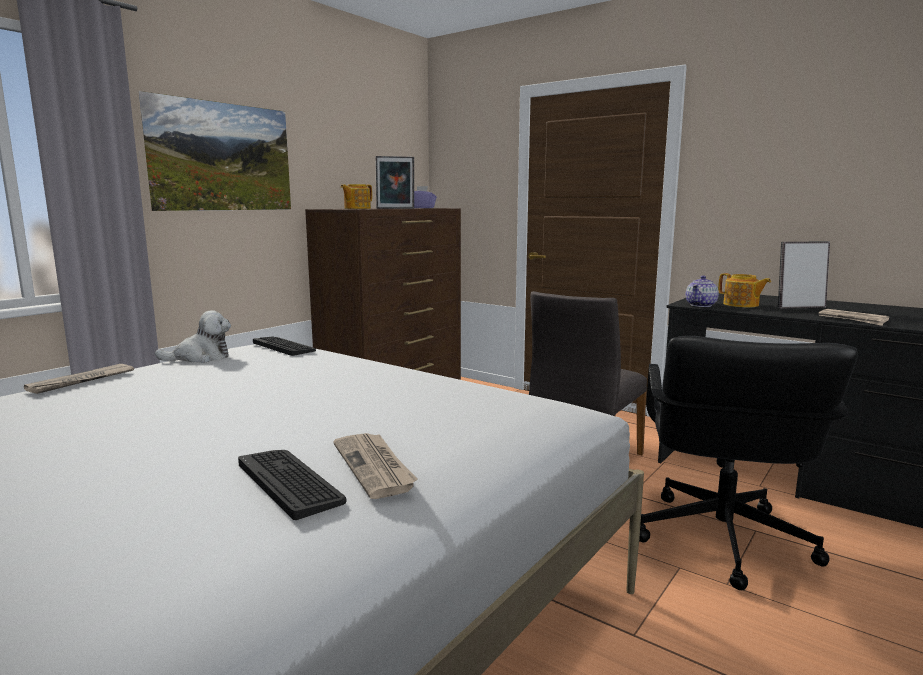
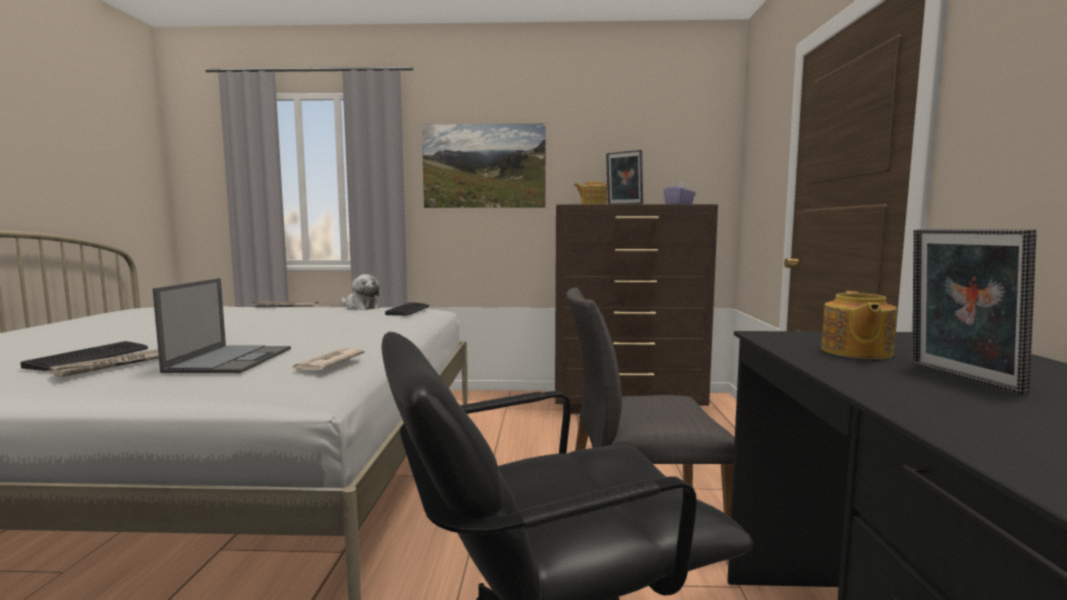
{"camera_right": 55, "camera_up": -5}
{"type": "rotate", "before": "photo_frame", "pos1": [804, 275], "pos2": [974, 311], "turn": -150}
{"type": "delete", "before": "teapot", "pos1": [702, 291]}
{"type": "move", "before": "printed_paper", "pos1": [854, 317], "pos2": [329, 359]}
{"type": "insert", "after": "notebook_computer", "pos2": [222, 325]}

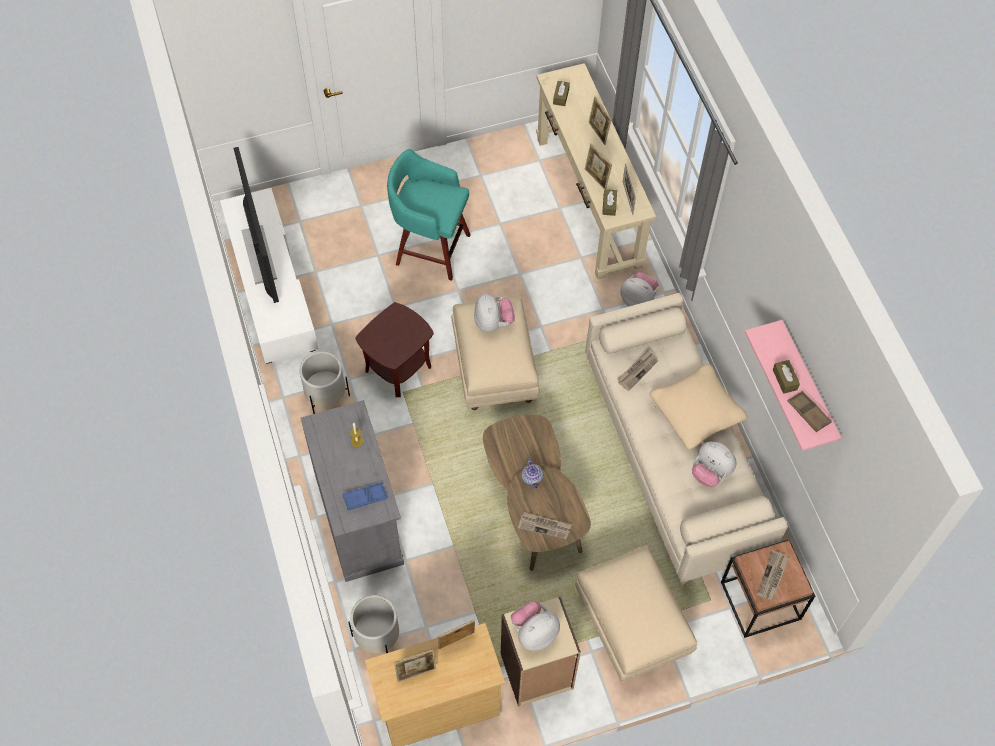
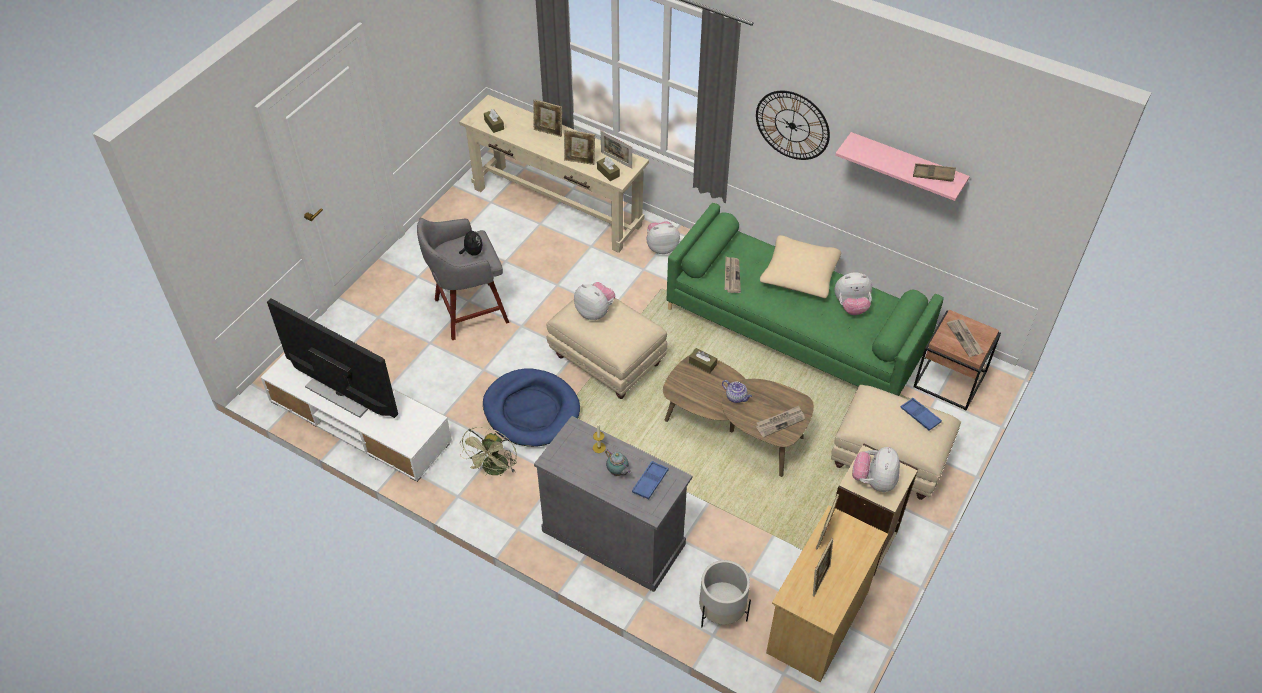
{"camera_right": -40, "camera_up": -10}
{"type": "recolor", "before": "blue-green_sitting_stool", "after": "greyish_sitting_stool", "pos1": [429, 215], "pos2": [463, 279]}
{"type": "recolor", "before": "beige-coloured_sofa", "after": "green-coloured_sofa", "pos1": [686, 440], "pos2": [805, 299]}
{"type": "replace", "before": "brown-coloured_end_table", "after": "blue-coloured_dog_cushion", "pos1": [395, 349], "pos2": [531, 408]}
{"type": "replace", "before": "whitish_flower_pot", "after": "green-coloured_cooling_fan", "pos1": [325, 382], "pos2": [488, 451]}
{"type": "move", "before": "brown-coloured_tissue_holder", "pos1": [786, 377], "pos2": [703, 360]}
{"type": "insert", "after": "wall_clock", "pos2": [793, 125]}
{"type": "insert", "after": "plush_toy", "pos2": [471, 241]}
{"type": "insert", "after": "blue-coloured_carrying_tray", "pos2": [921, 414]}
{"type": "insert", "after": "teapot", "pos2": [618, 463]}

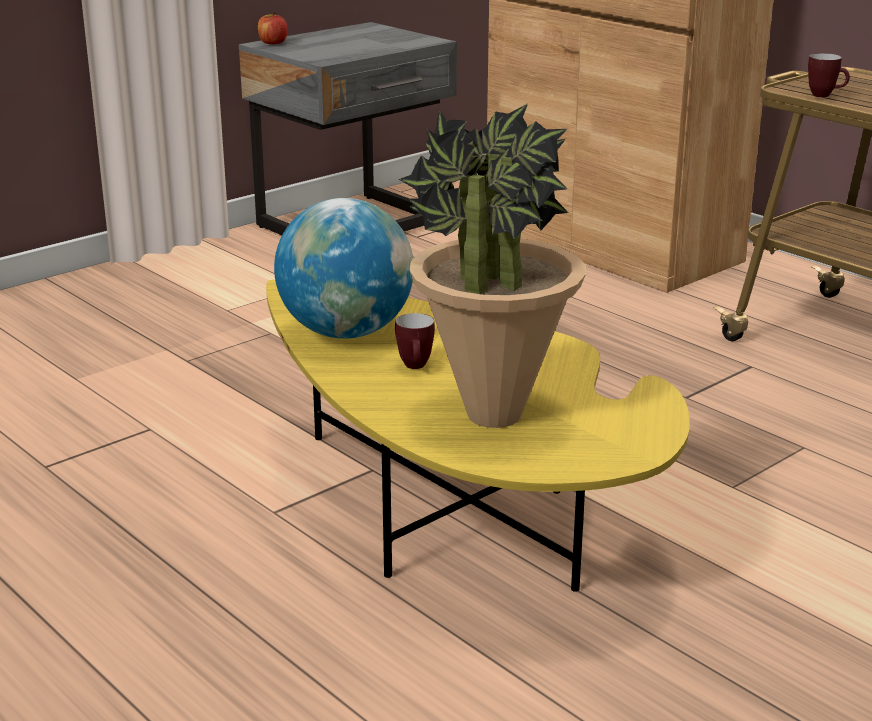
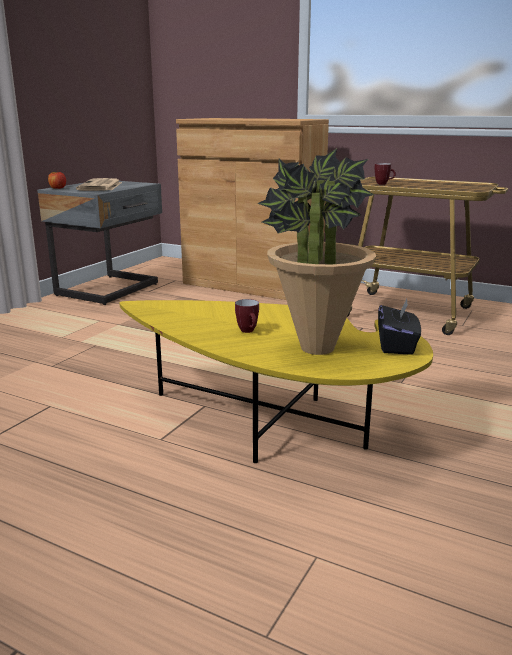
{"camera_right": -20, "camera_up": -5}
{"type": "delete", "before": "desk_globe", "pos1": [343, 268]}
{"type": "insert", "after": "printed_paper", "pos2": [99, 184]}
{"type": "insert", "after": "blackish_tissue_holder", "pos2": [399, 327]}

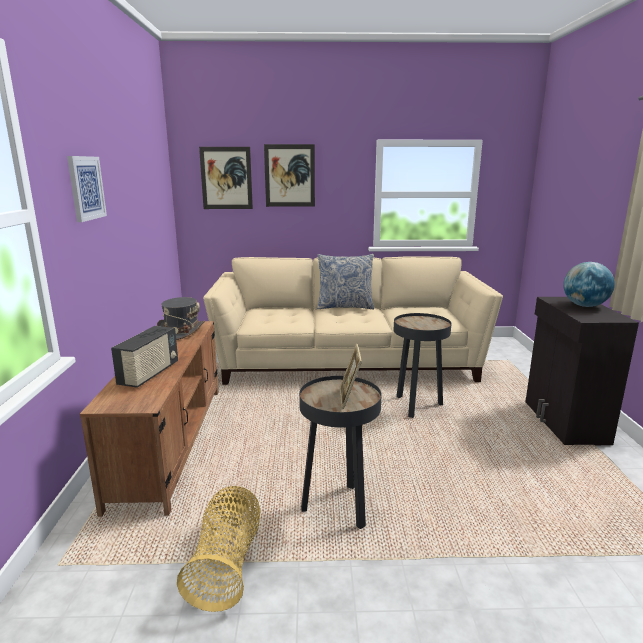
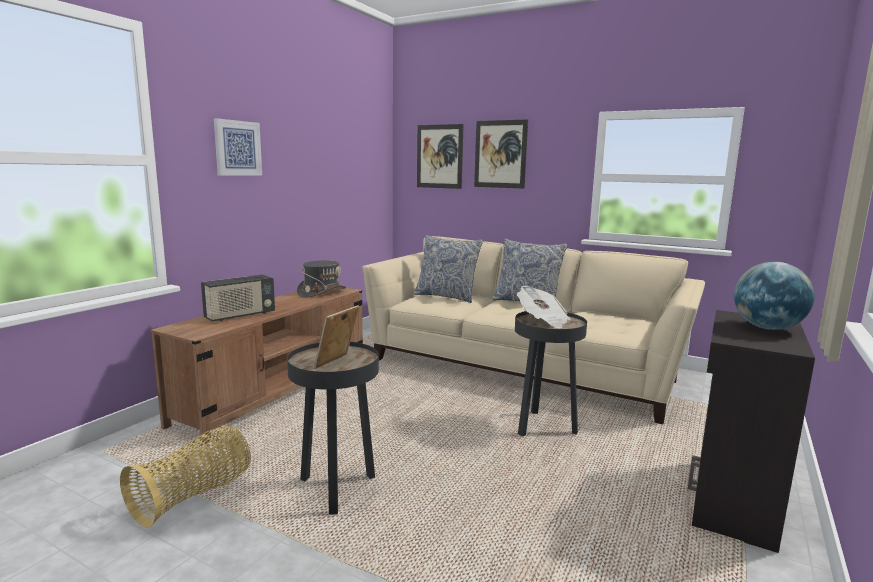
{"camera_right": 30, "camera_up": -5}
{"type": "insert", "after": "throw_pillow", "pos2": [448, 269]}
{"type": "insert", "after": "printed_paper", "pos2": [544, 307]}

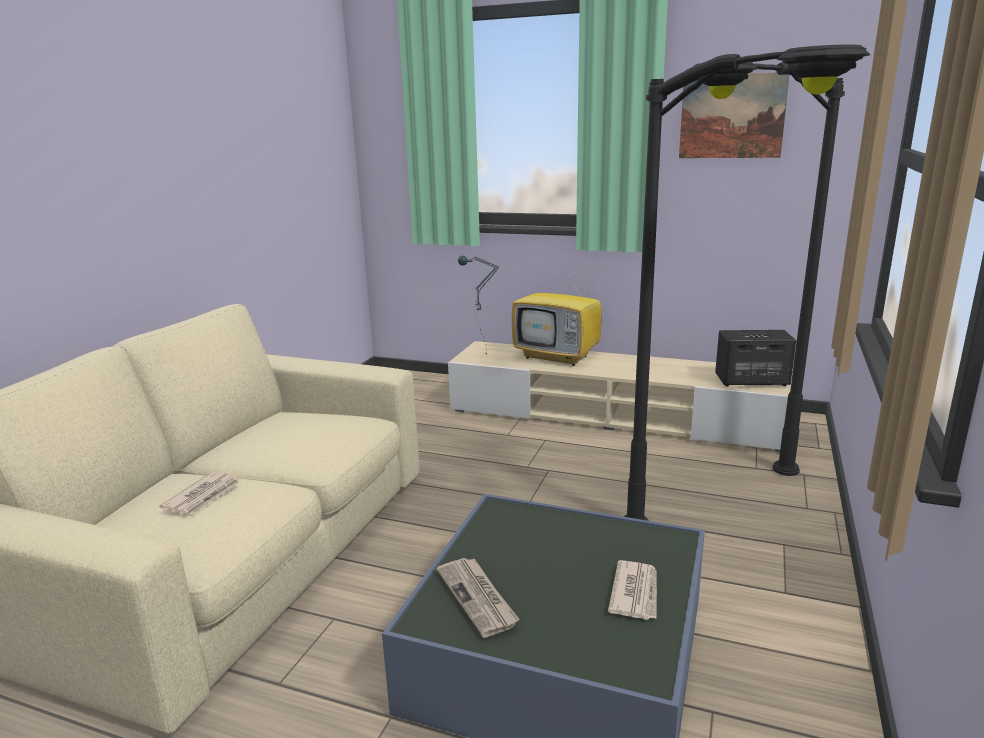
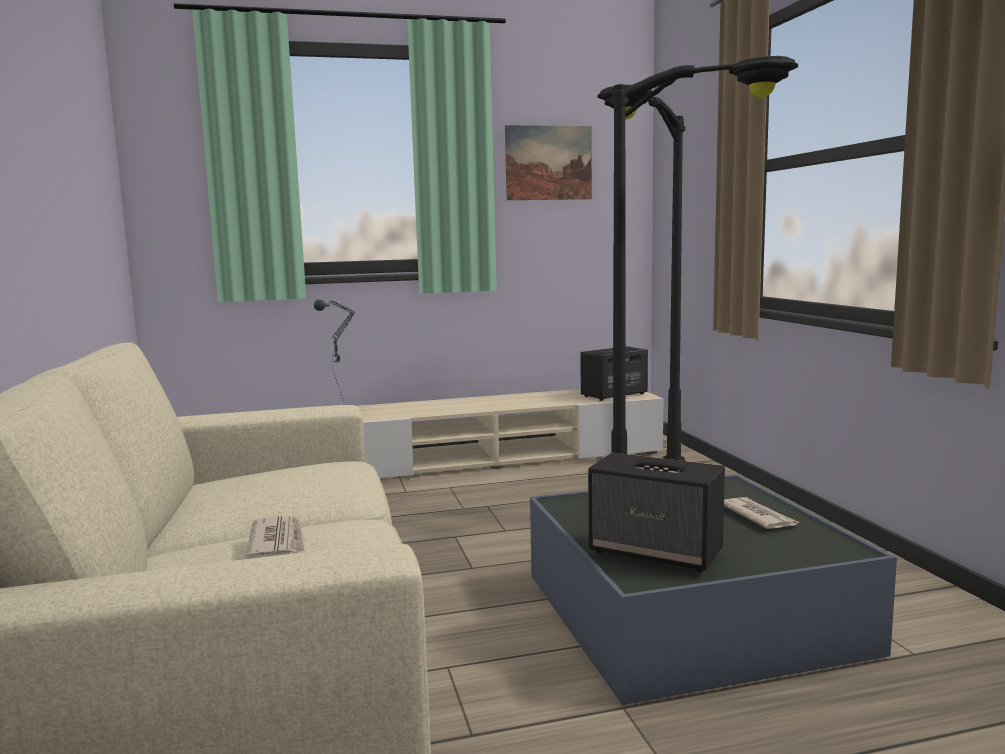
{"camera_right": -35, "camera_up": -10}
{"type": "delete", "before": "TV_set", "pos1": [556, 316]}
{"type": "replace", "before": "printed_paper", "after": "loudspeaker", "pos1": [477, 598], "pos2": [656, 512]}

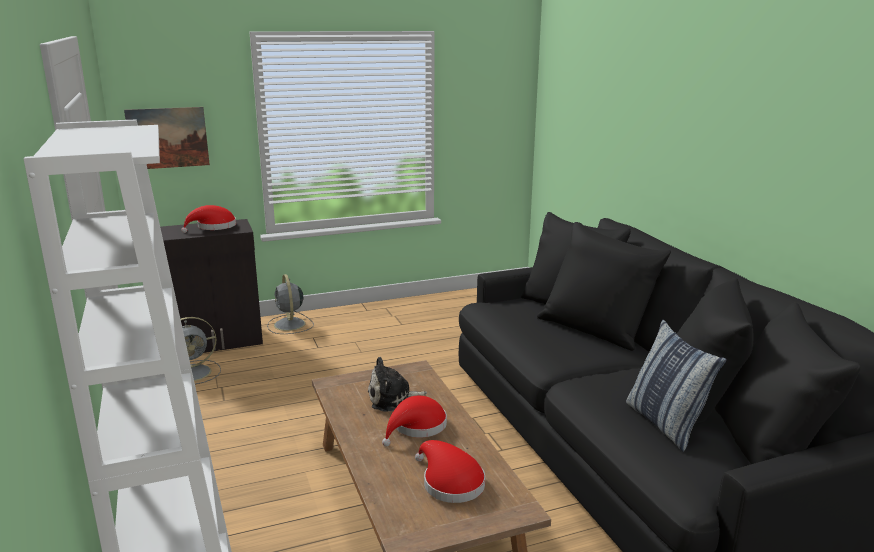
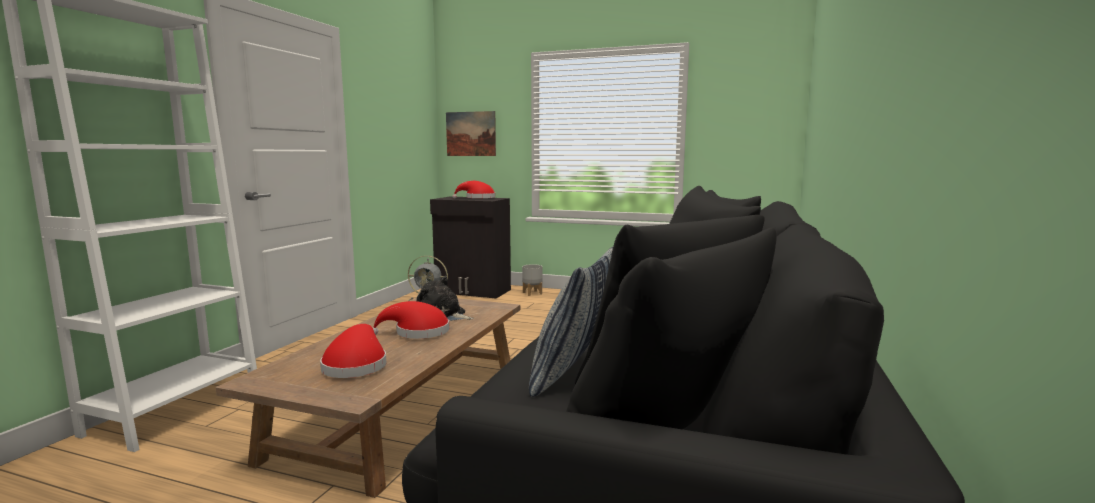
{"camera_right": 40, "camera_up": -10}
{"type": "replace", "before": "greyish_cooling_fan", "after": "greyish_flower_pot", "pos1": [290, 304], "pos2": [532, 280]}

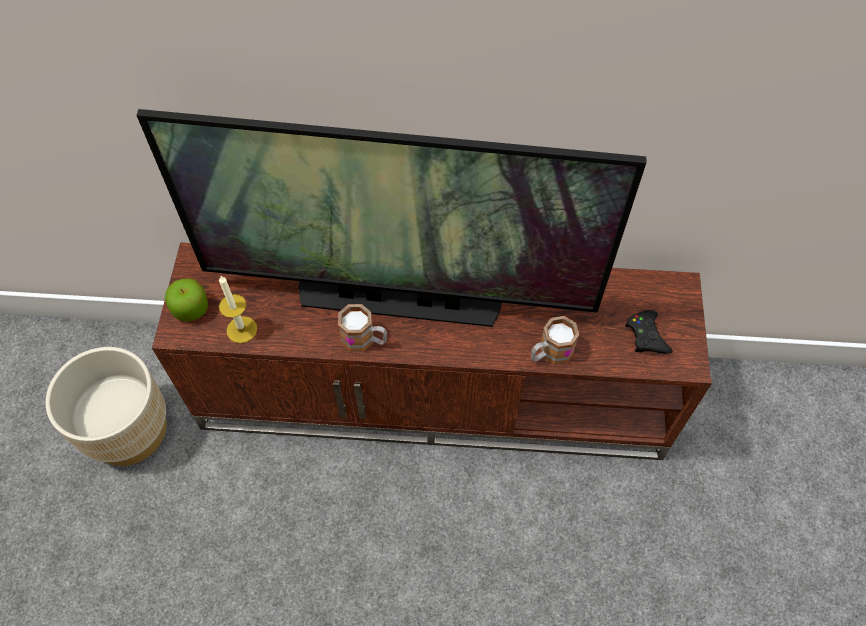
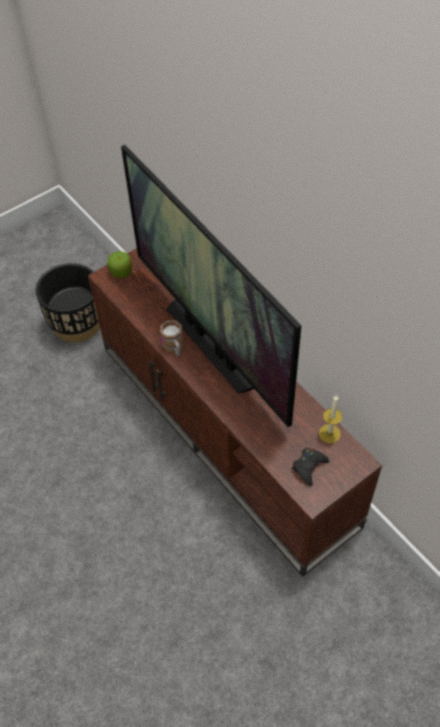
{"camera_right": 50, "camera_up": -5}
{"type": "move", "before": "wax_light", "pos1": [238, 309], "pos2": [330, 419]}
{"type": "delete", "before": "tea_mug", "pos1": [555, 340]}
{"type": "recolor", "before": "beige-coloured_flower_pot", "after": "blackish_flower_pot", "pos1": [106, 406], "pos2": [68, 303]}

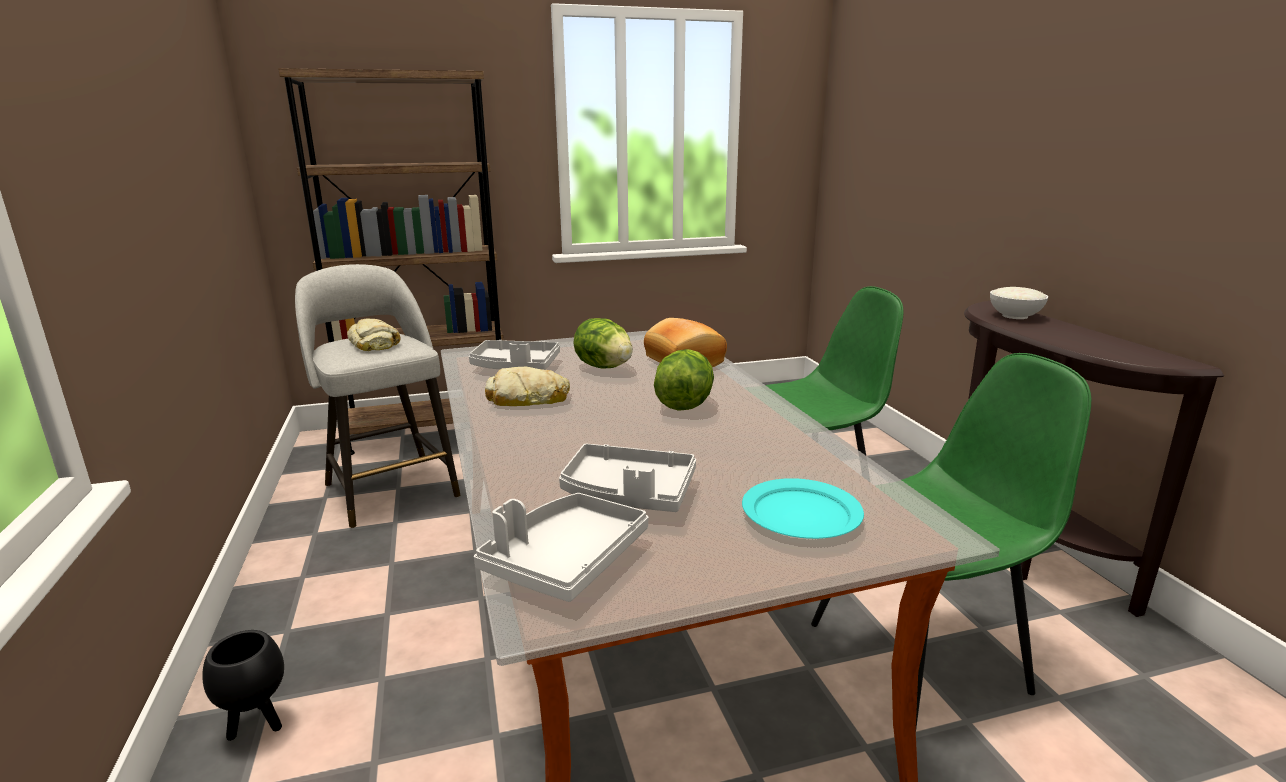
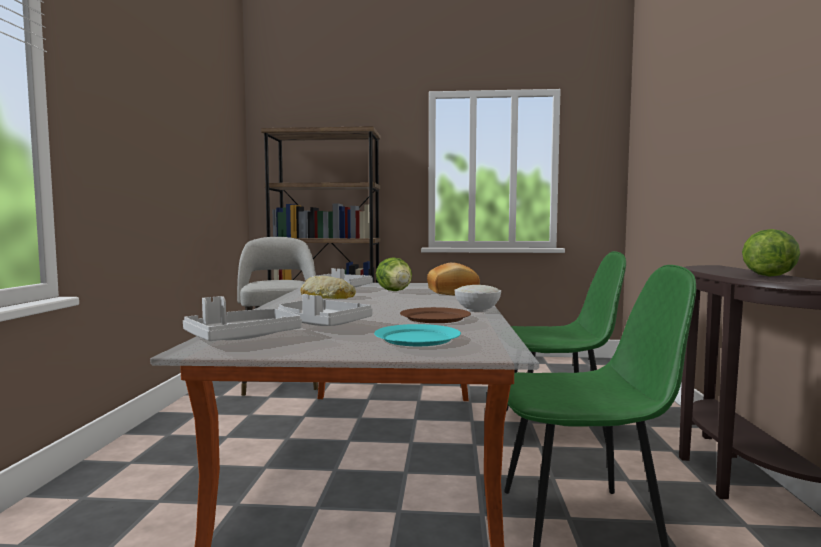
{"camera_right": 20, "camera_up": -15}
{"type": "move", "before": "whitish_bowl", "pos1": [1019, 303], "pos2": [478, 298]}
{"type": "delete", "before": "bread", "pos1": [374, 334]}
{"type": "move", "before": "head_of_lettuce", "pos1": [684, 380], "pos2": [771, 253]}
{"type": "delete", "before": "blackish_flower_pot", "pos1": [243, 685]}
{"type": "insert", "after": "brown-coloured_plate", "pos2": [435, 315]}

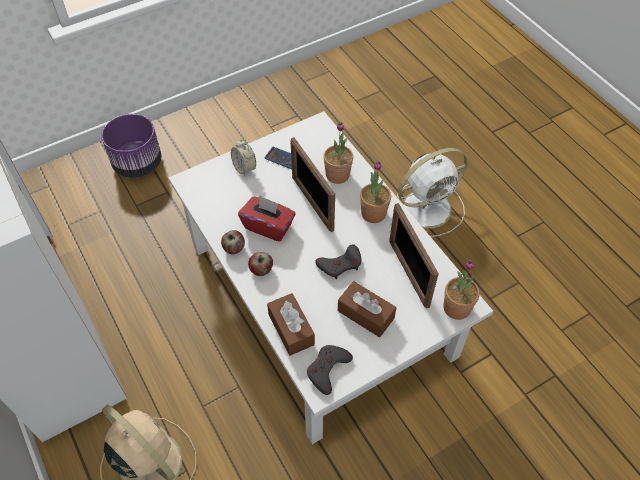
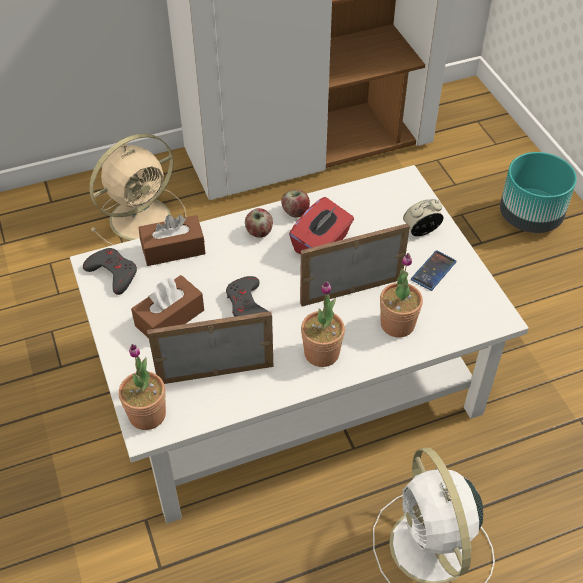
{"camera_right": 100, "camera_up": -5}
{"type": "recolor", "before": "purple-coloured_flower_pot", "after": "blue-green_flower_pot", "pos1": [131, 146], "pos2": [538, 192]}

